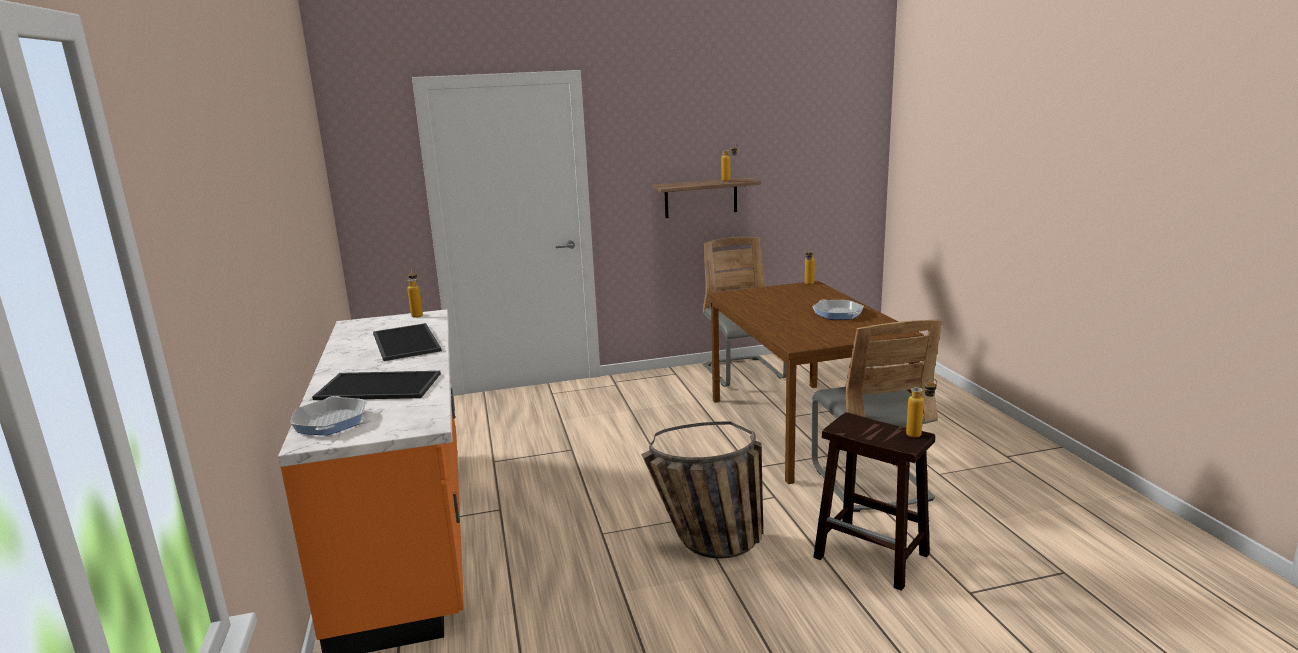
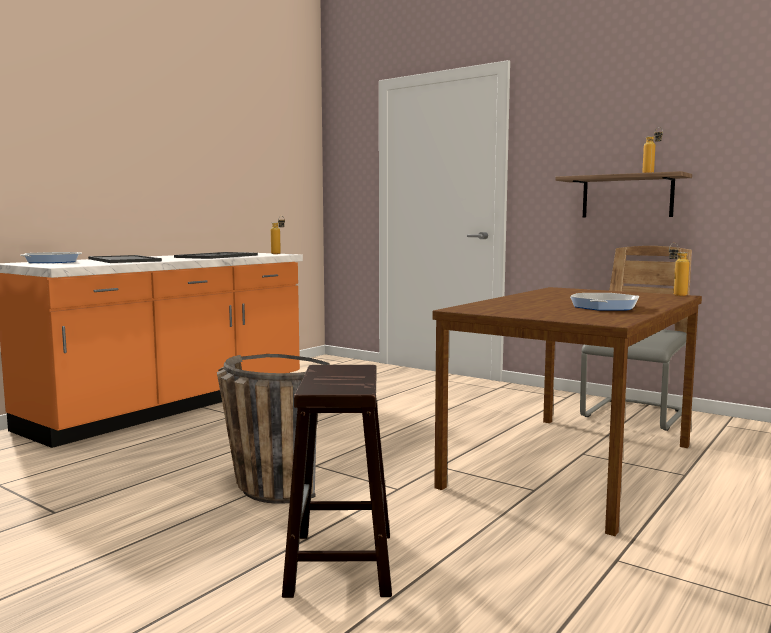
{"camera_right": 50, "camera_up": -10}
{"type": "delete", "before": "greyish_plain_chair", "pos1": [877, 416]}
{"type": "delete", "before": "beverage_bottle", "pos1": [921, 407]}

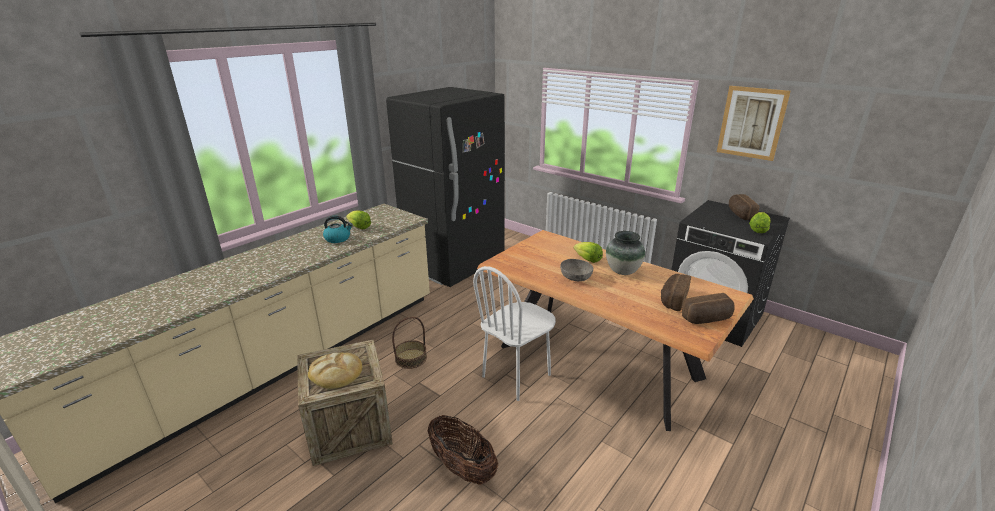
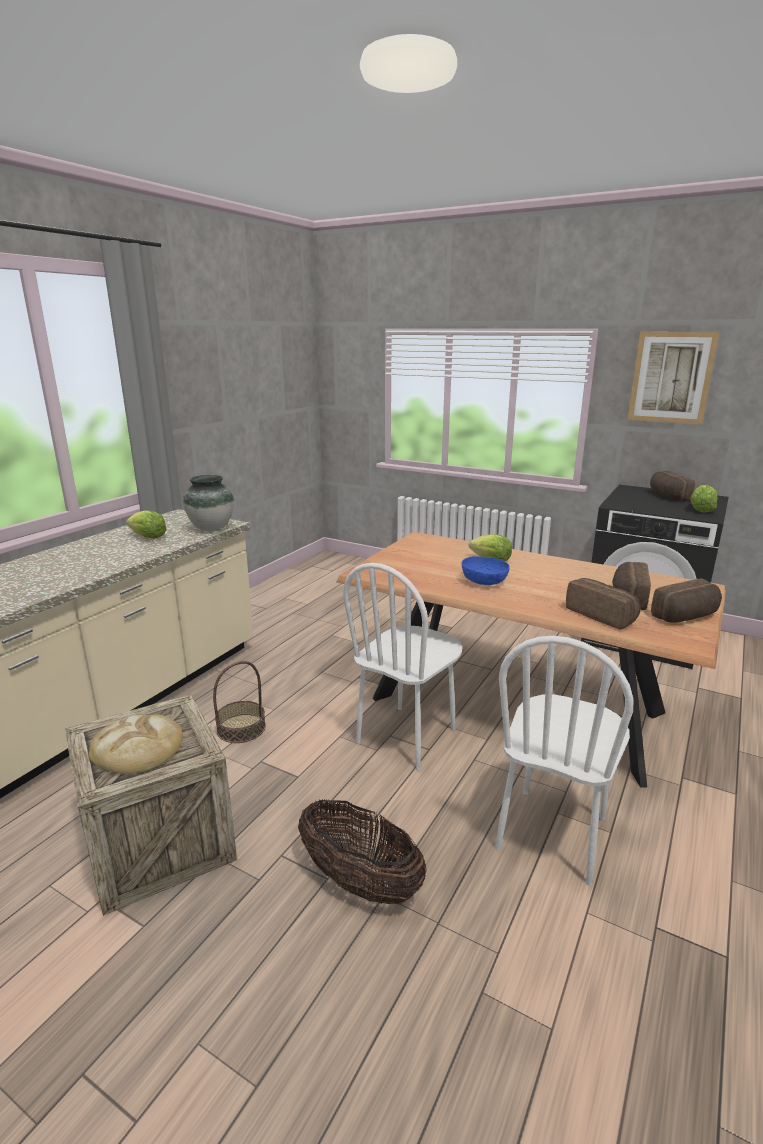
{"camera_right": -10, "camera_up": -5}
{"type": "delete", "before": "blackish_fridge", "pos1": [445, 187]}
{"type": "delete", "before": "water_kettle", "pos1": [338, 229]}
{"type": "move", "before": "vase", "pos1": [625, 253], "pos2": [208, 503]}
{"type": "recolor", "before": "greyish_bowl", "after": "blue-coloured_bowl", "pos1": [576, 270], "pos2": [486, 570]}
{"type": "insert", "after": "bread", "pos2": [603, 604]}
{"type": "insert", "after": "whitish_plain_chair", "pos2": [564, 761]}

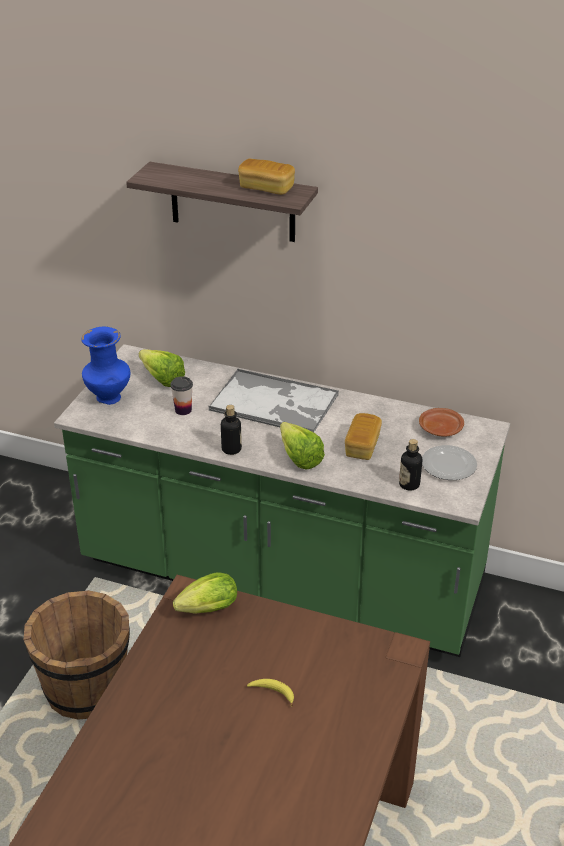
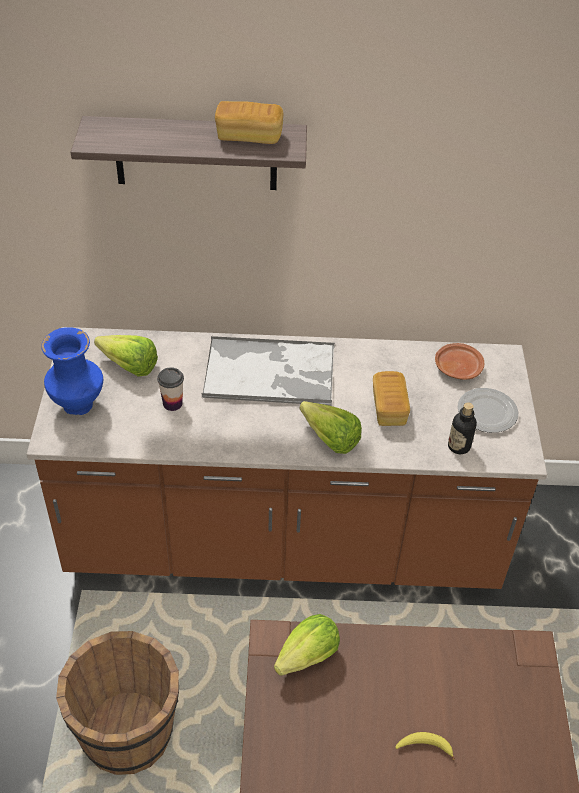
{"camera_right": -20, "camera_up": 10}
{"type": "recolor", "before": "green-coloured_kitchen_counter", "after": "brown-coloured_kitchen_counter", "pos1": [282, 500], "pos2": [287, 458]}
{"type": "delete", "before": "beverage_bottle", "pos1": [231, 430]}

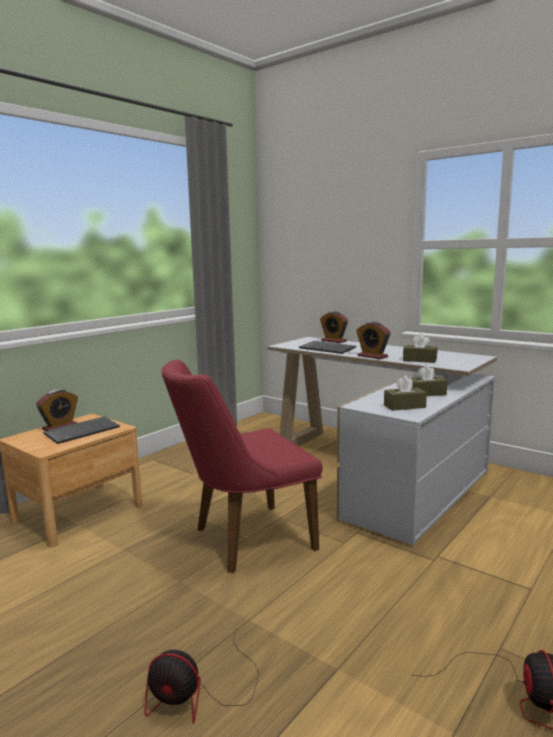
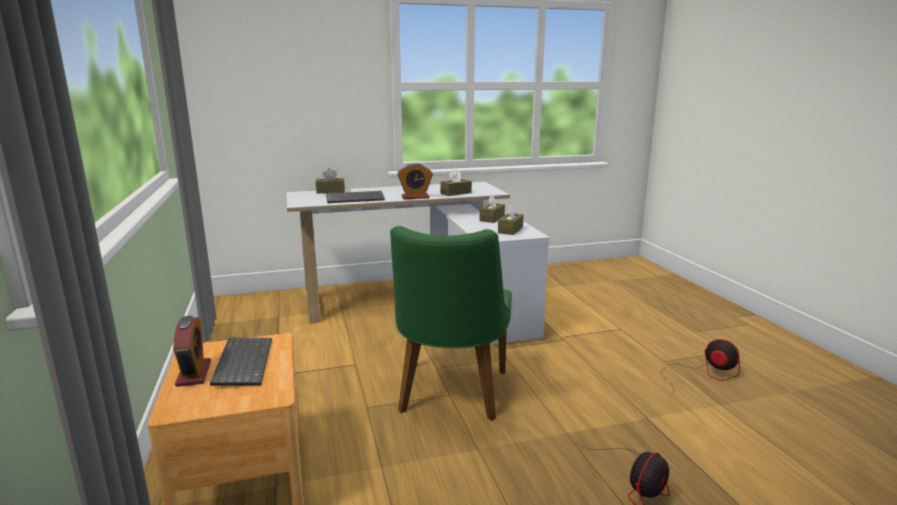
{"camera_right": -55, "camera_up": 5}
{"type": "replace", "before": "bedside_clock", "after": "brown-coloured_tissue_holder", "pos1": [334, 327], "pos2": [330, 181]}
{"type": "recolor", "before": "red_plain_chair", "after": "green-coloured_plain_chair", "pos1": [242, 466], "pos2": [451, 323]}

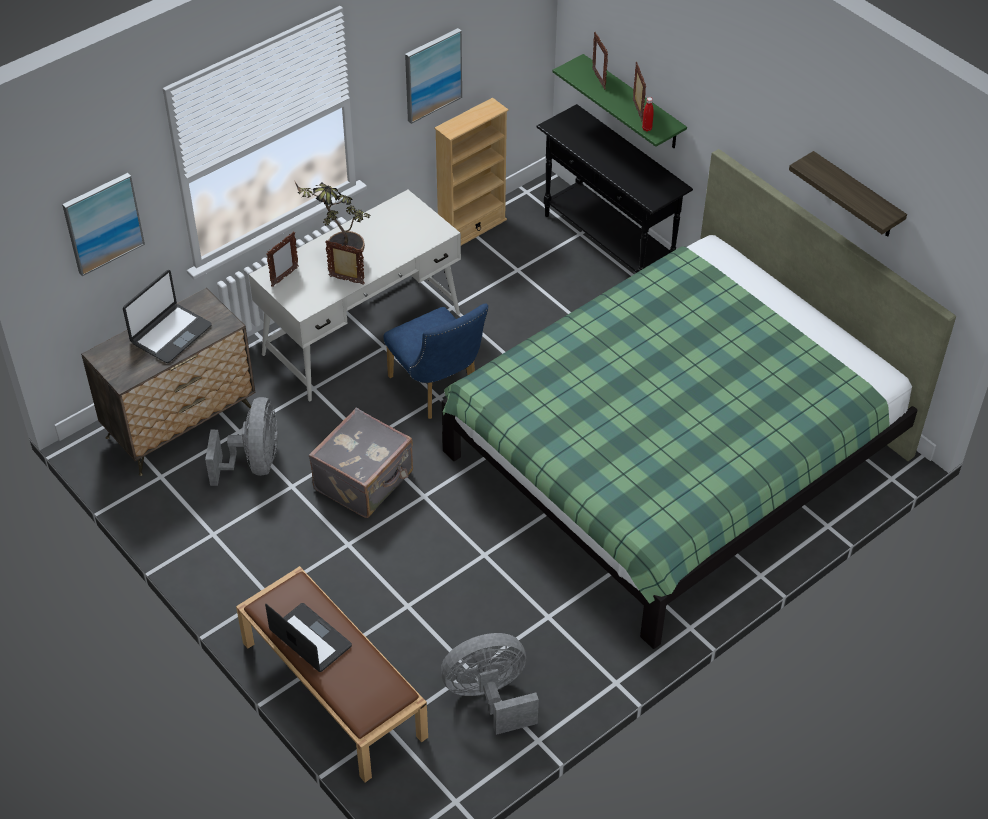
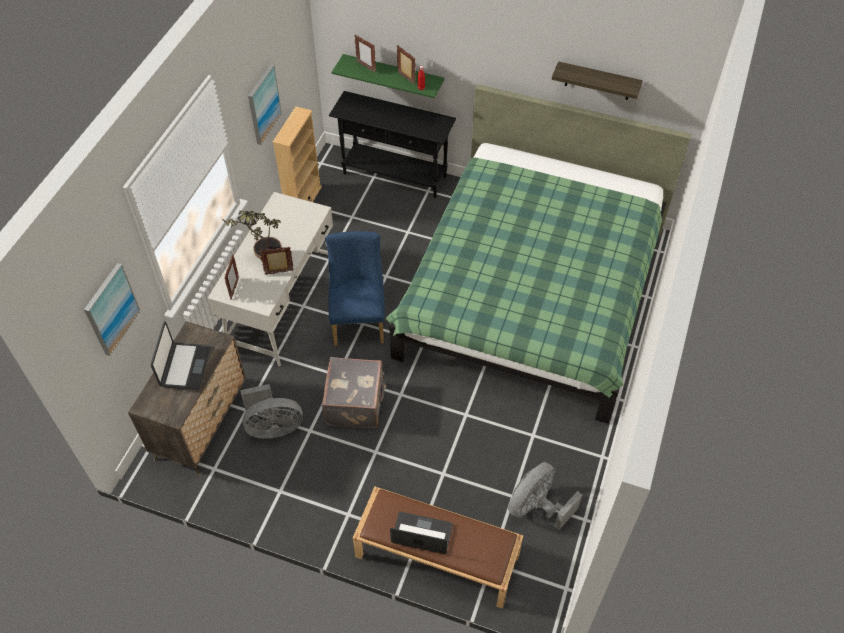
{"camera_right": -30, "camera_up": 5}
{"type": "rotate", "before": "blue-coloured_plain_chair", "pos1": [436, 361], "pos2": [355, 288], "turn": -120}
{"type": "rotate", "before": "greyish_cooling_fan", "pos1": [241, 441], "pos2": [271, 411], "turn": 105}

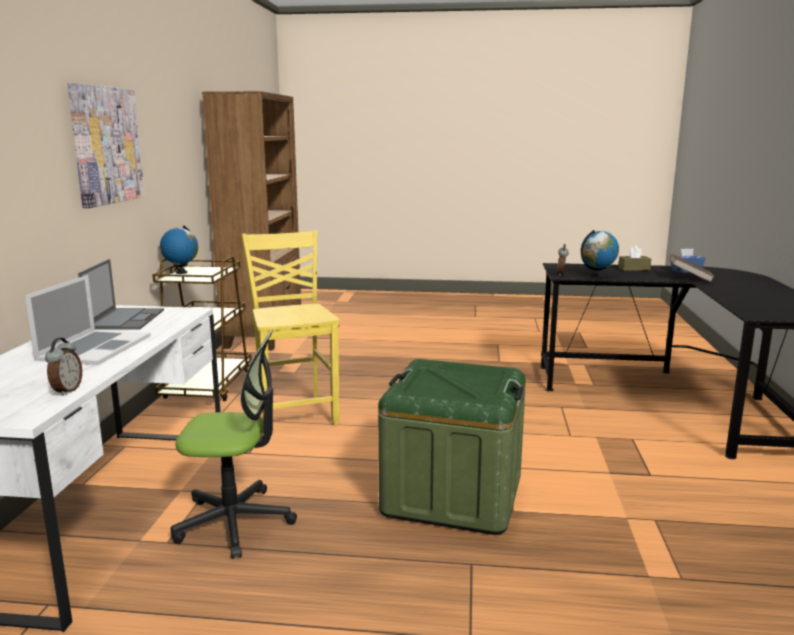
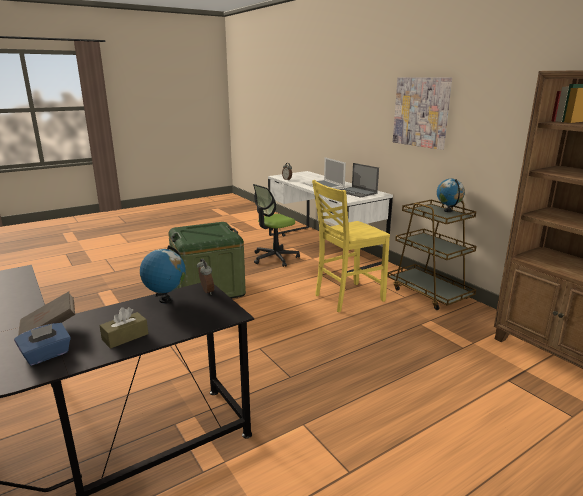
{"camera_right": 140, "camera_up": 5}
{"type": "rotate", "before": "yellow-coloured_plain_chair", "pos1": [290, 327], "pos2": [351, 246], "turn": 120}

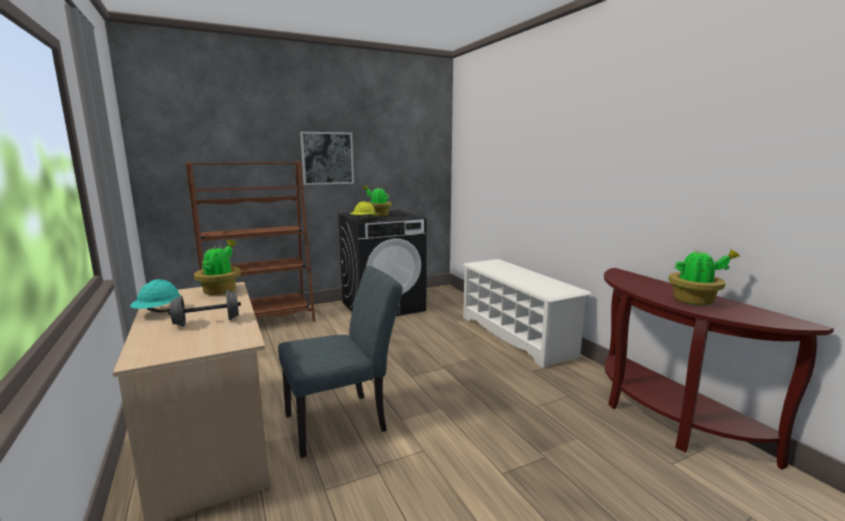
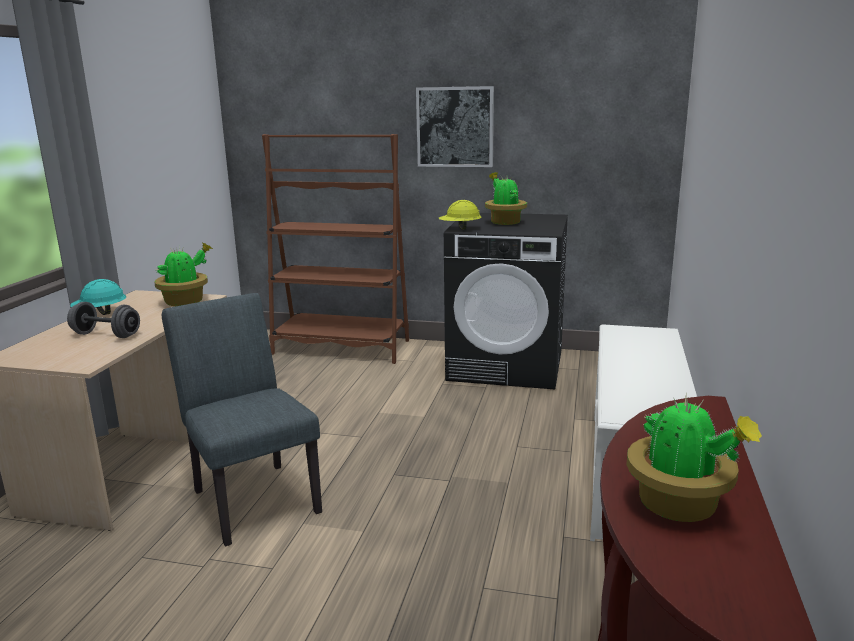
{"camera_right": 40, "camera_up": 5}
{"type": "rotate", "before": "greyish_plain_chair", "pos1": [340, 362], "pos2": [242, 420], "turn": -135}

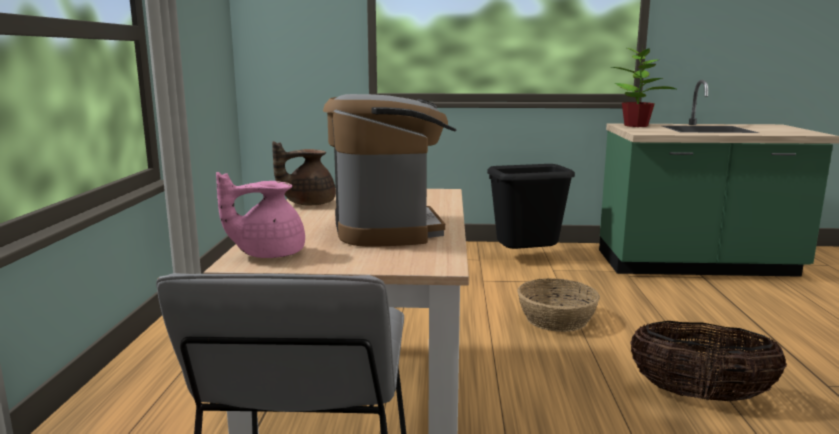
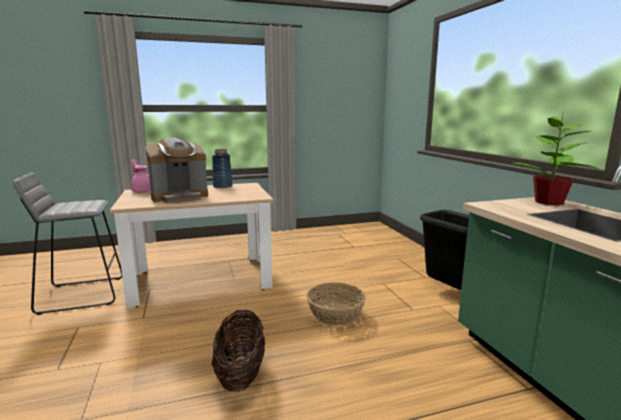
{"camera_right": 70, "camera_up": 0}
{"type": "replace", "before": "brown-coloured_teapot", "after": "blue-coloured_vase", "pos1": [303, 173], "pos2": [222, 168]}

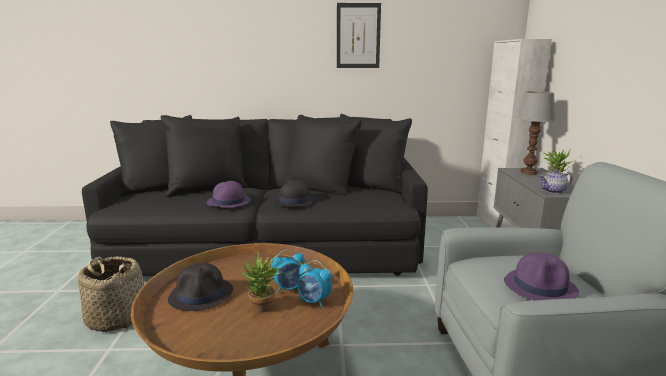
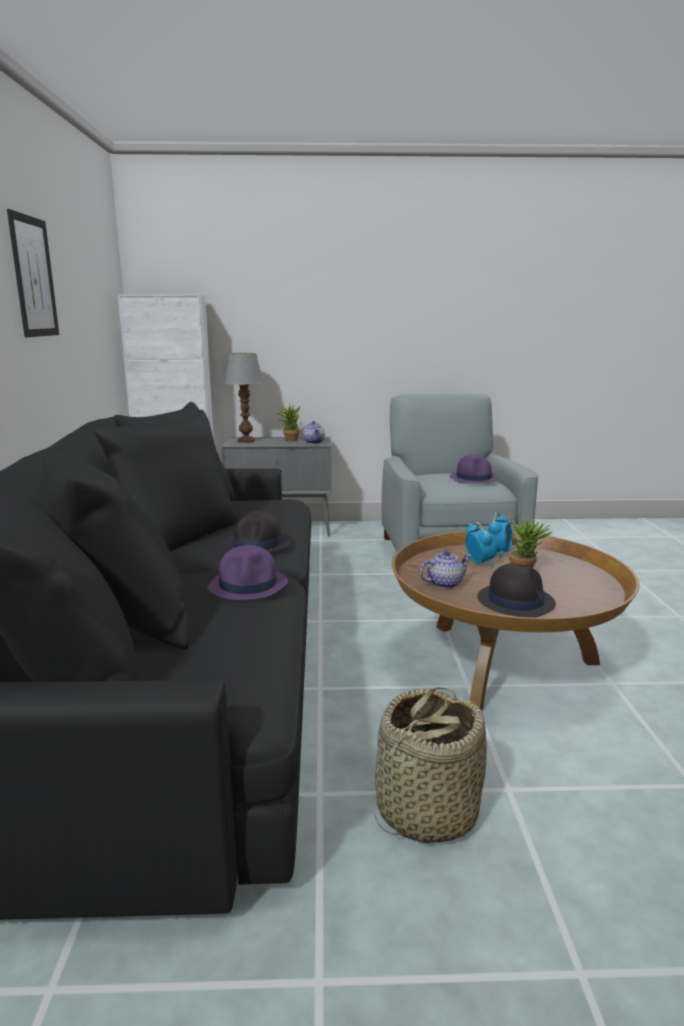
{"camera_right": -90, "camera_up": 0}
{"type": "insert", "after": "teapot", "pos2": [445, 569]}

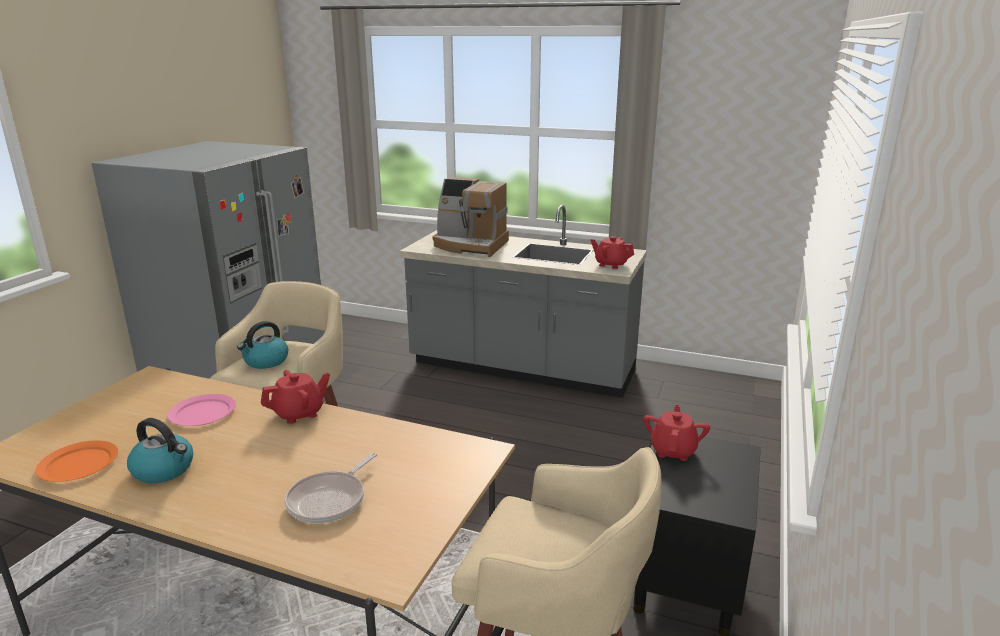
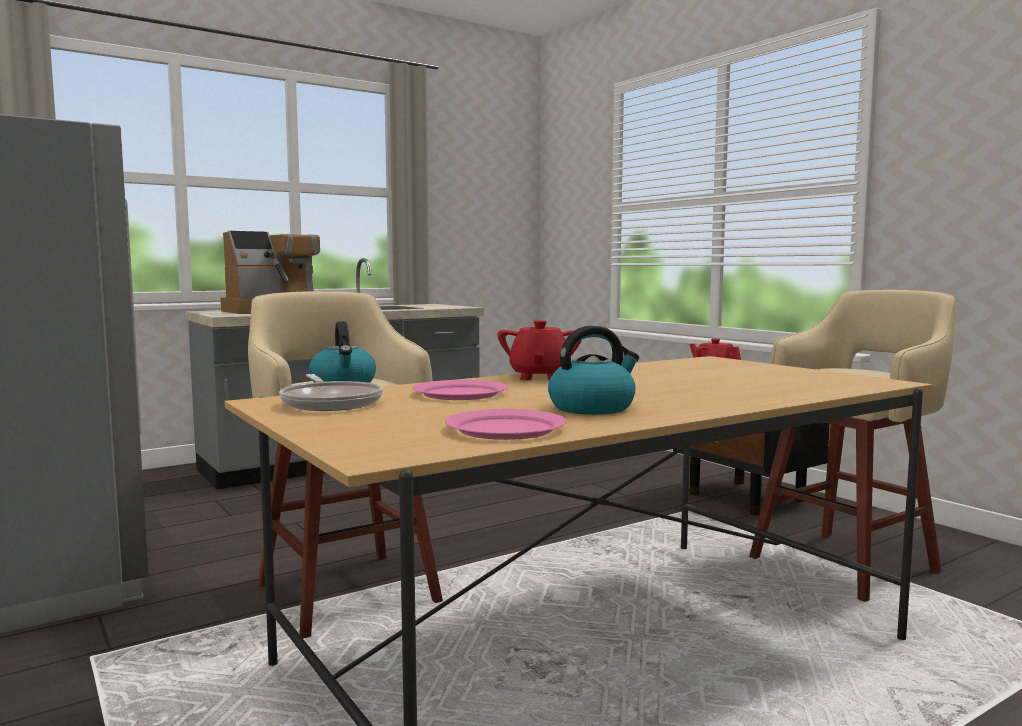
{"camera_right": -55, "camera_up": -15}
{"type": "delete", "before": "red_teapot", "pos1": [612, 252]}
{"type": "recolor", "before": "orange_plate", "after": "pink_plate", "pos1": [76, 461], "pos2": [506, 424]}
{"type": "move", "before": "skillet", "pos1": [331, 487], "pos2": [331, 392]}

